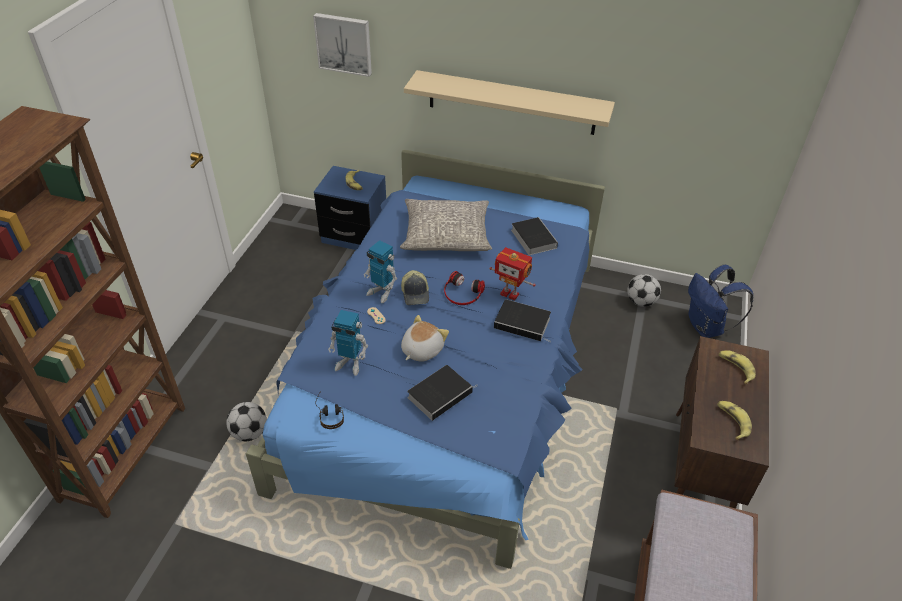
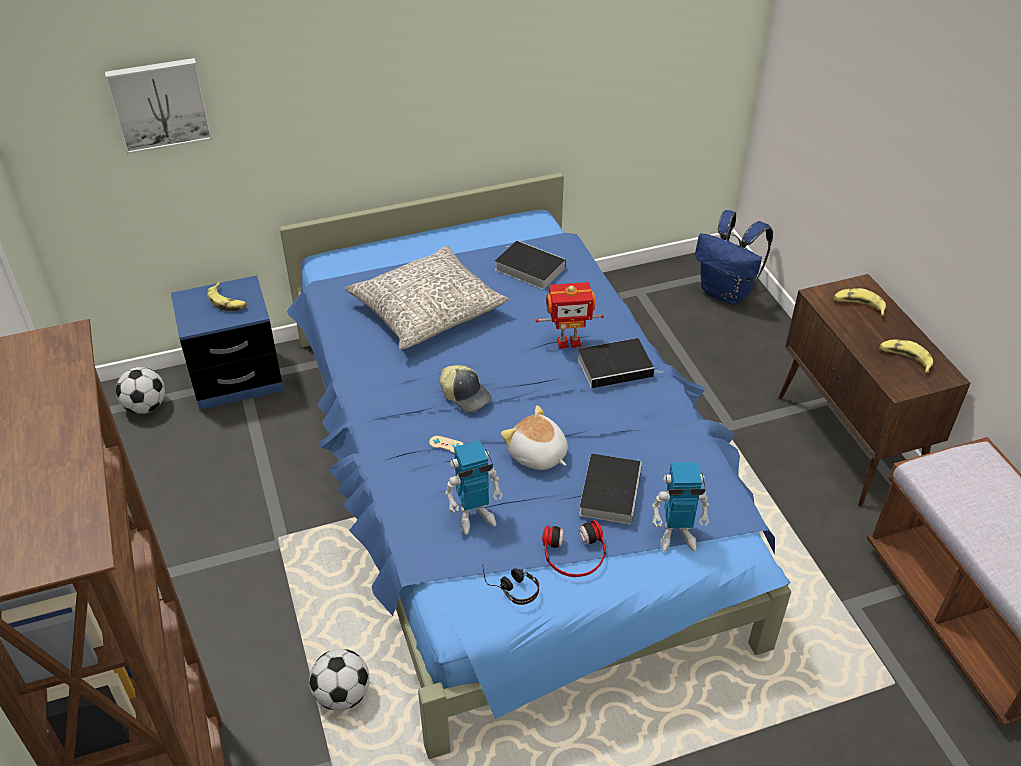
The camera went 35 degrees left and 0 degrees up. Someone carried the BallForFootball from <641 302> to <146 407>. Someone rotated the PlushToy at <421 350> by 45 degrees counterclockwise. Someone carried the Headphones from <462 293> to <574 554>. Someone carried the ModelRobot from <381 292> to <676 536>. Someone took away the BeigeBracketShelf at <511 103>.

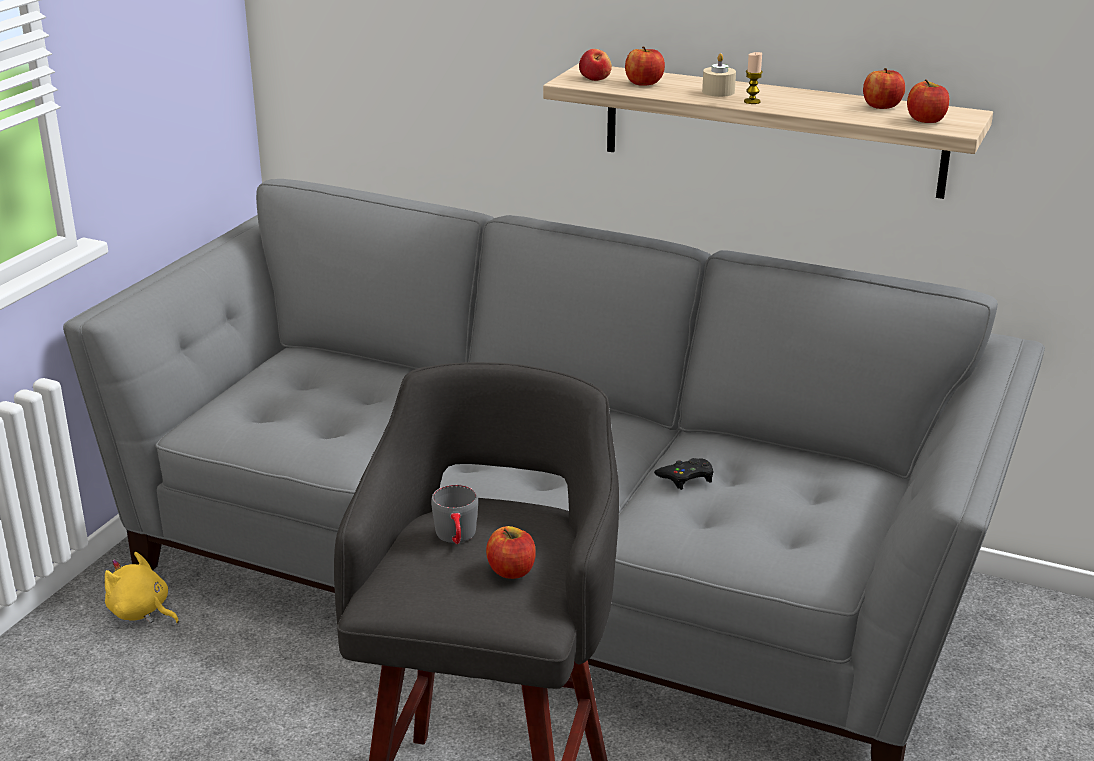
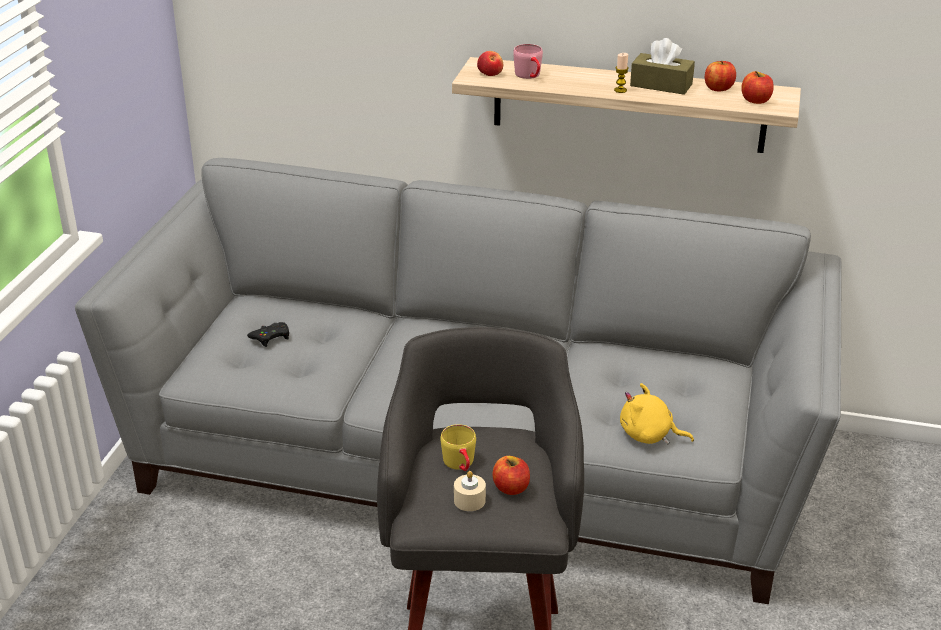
The camera went 10 degrees left and 5 degrees up. Someone carried the BlackishGamepad from <686 478> to <271 337>. Someone repainted the GreyMug at <457 538>, which became the YellowMug at <461 465>. Someone carried the BeigeWaxLight from <718 92> to <469 500>. Someone swapped the Apple at <644 83> for the PinkMug at <530 76>. Someone carried the YellowPlushToy from <141 612> to <649 435>. Someone put down the BrownTissueHolder at <661 85>.

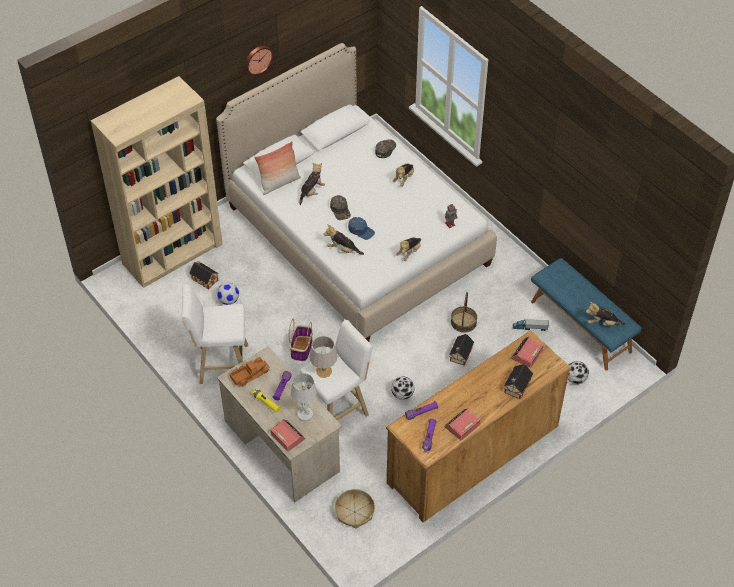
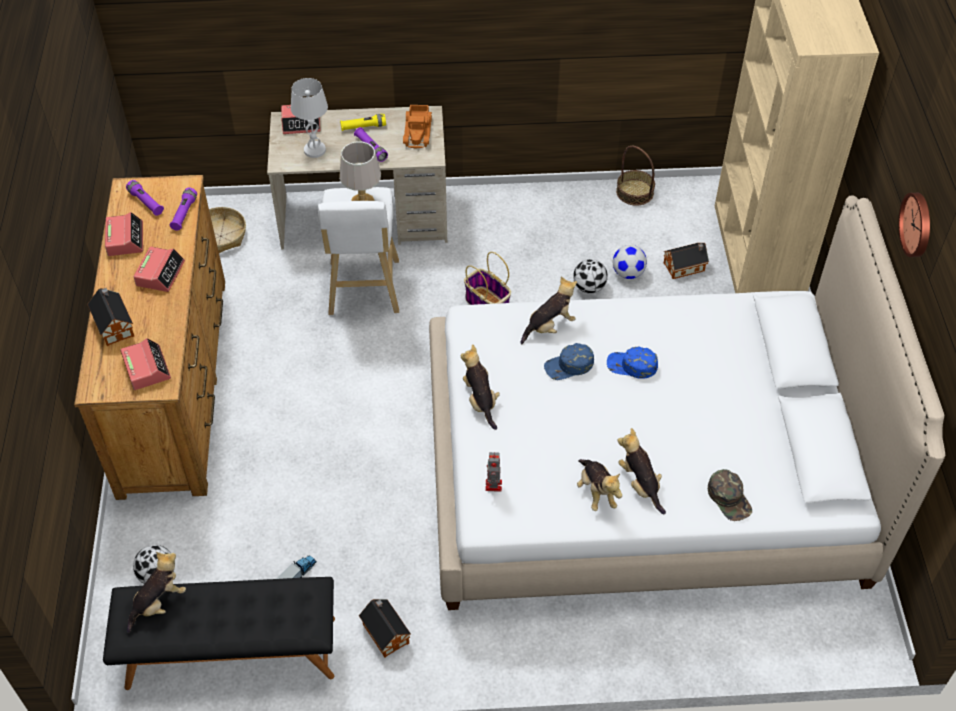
The camera went 125 degrees right and 0 degrees up. Someone repainted the BluishBench at <581 326>, which became the BlackishBench at <231 653>. Someone put down the BedsideClock at <160 273>. Someone carried the MiniatureHouse from <460 355> to <385 632>. Someone carried the BallForFootball from <402 394> to <589 287>. Someone carried the PlushToy from <311 192> to <596 492>. Someone repainted the GreenColouredBaseballCap at <340 210>, which became the BluishBaseballCap at <631 366>. Someone carried the HouseholdBasket from <463 322> to <635 192>. Someone took away the WhiteSittingStool at <220 364>. Someone took away the ThrowPillow at <279 183>.

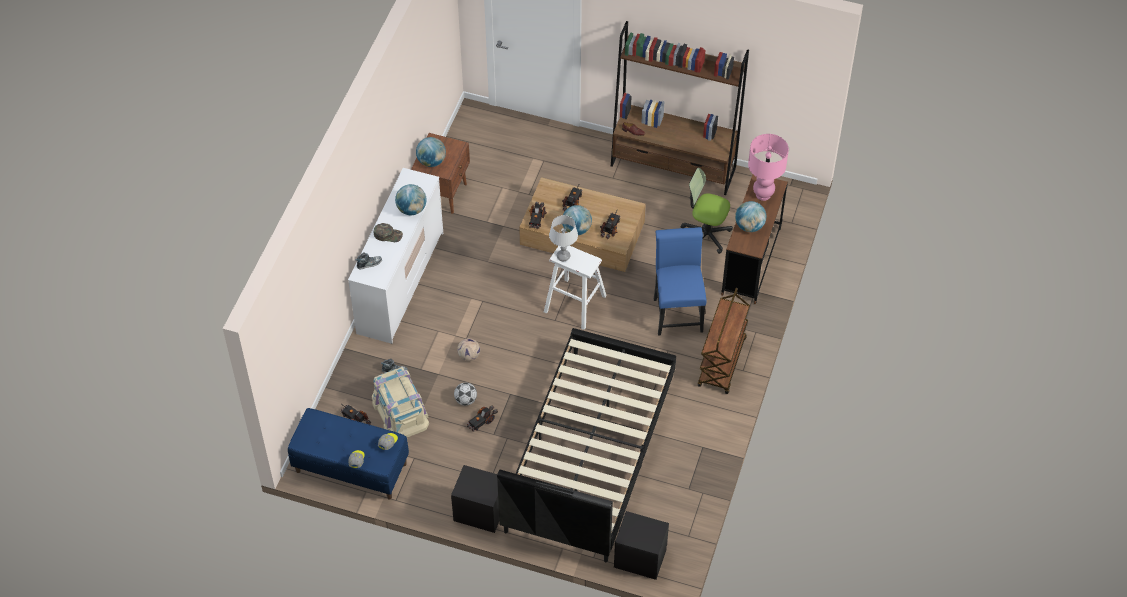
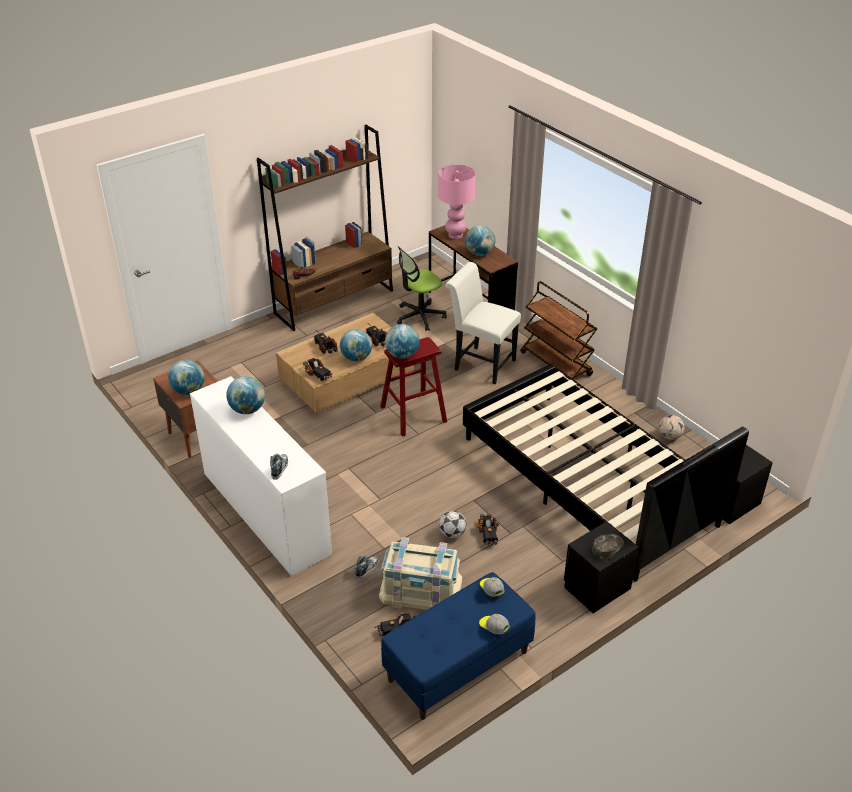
The camera went 55 degrees left and 15 degrees down. Someone repainted the WhiteSittingStool at <575 304>, which became the RedSittingStool at <413 414>. Someone swapped the GreyLampForATable at <563 256> for the Globe at <402 355>. Someone repainted the BluishChair at <677 311>, which became the WhiteChair at <480 363>. Someone carried the GreenColouredBaseballCap from <388 235> to <607 547>. Someone carried the BallForFootball from <469 356> to <670 436>.

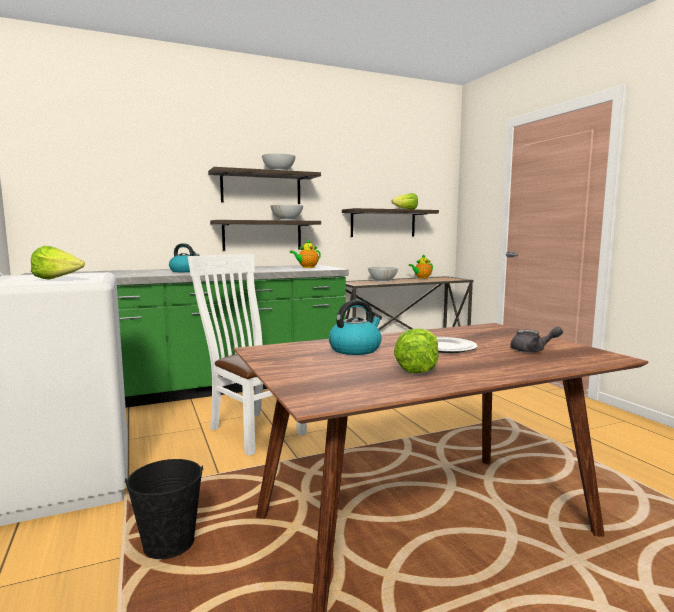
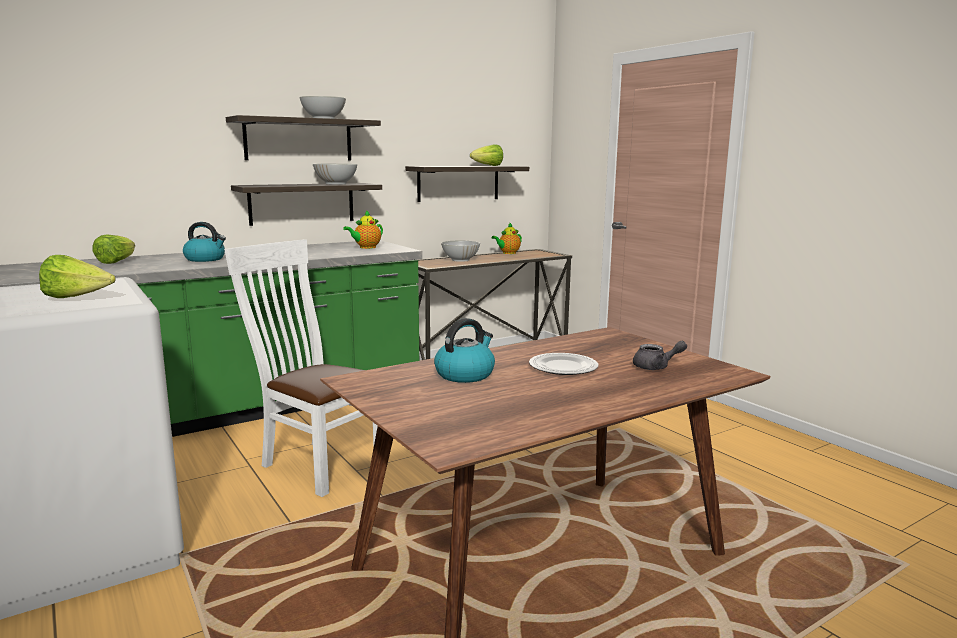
The camera went 10 degrees left and 5 degrees up. Someone carried the HeadOfLettuce from <418 368> to <116 262>. Someone took away the BlackishWaterBucket at <169 544>.

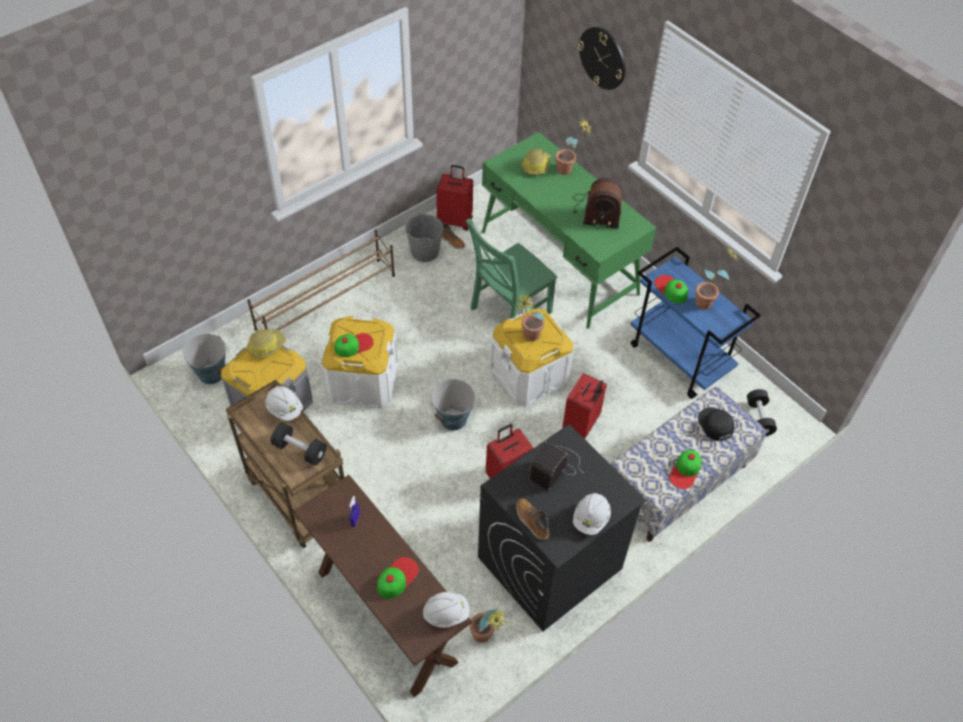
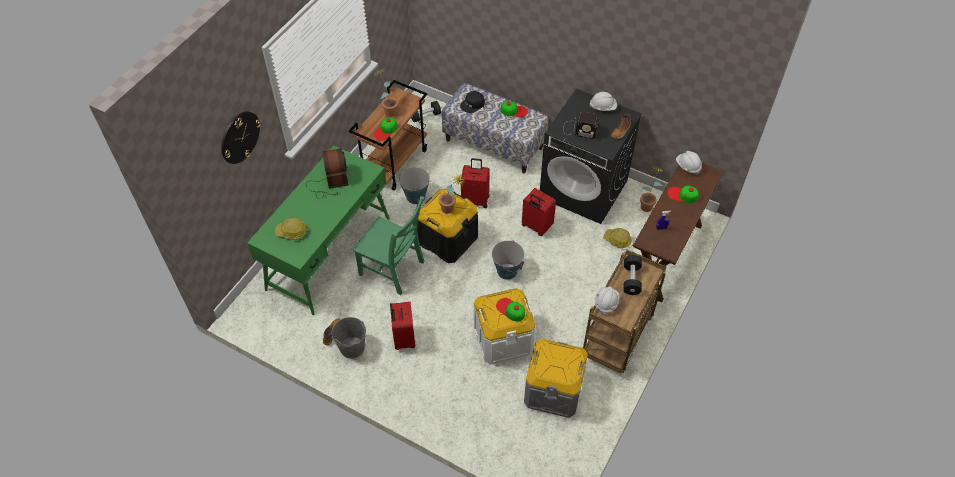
The camera went 110 degrees left and 0 degrees up. Someone repainted the BluishTrolley at <680 358>, which became the BrownTrolley at <394 162>. Someone carried the RedTravelCase from <455 220> to <403 338>. Someone carried the WaterBucket from <212 373> to <415 196>. Someone repainted the WhiteStorageBox at <529 375>, which became the BlackishStorageBox at <447 239>. Someone carried the SafetyHelmet from <266 346> to <617 240>. Someone took away the BrownShoeShelf at <327 301>. Someone took away the PottedPlant at <568 170>.

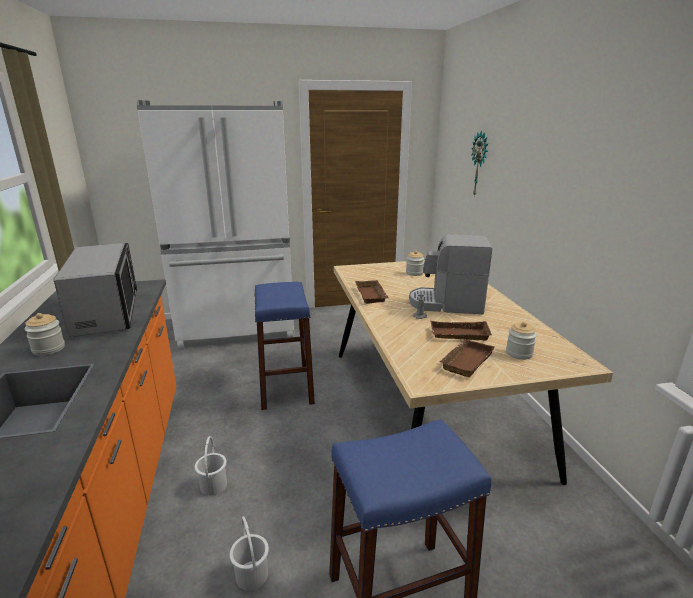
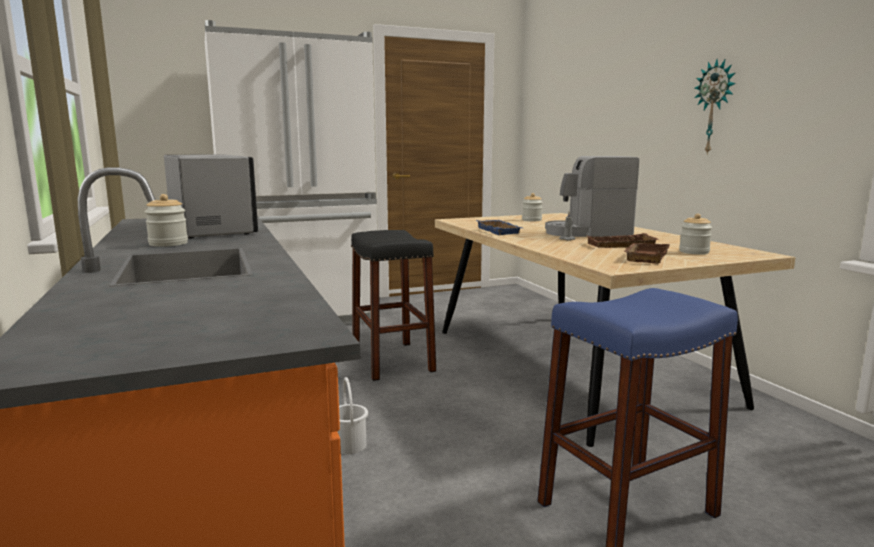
The camera went 10 degrees left and 10 degrees down. Someone repainted the BluishSittingStool at <285 387>, which became the BlackishSittingStool at <392 360>. Someone repainted the BrownCarryingTray at <372 295>, which became the BluishCarryingTray at <500 231>. Someone carried the WallClock from <480 164> to <715 107>. Someone took away the WhiteWaterBucket at <251 575>.

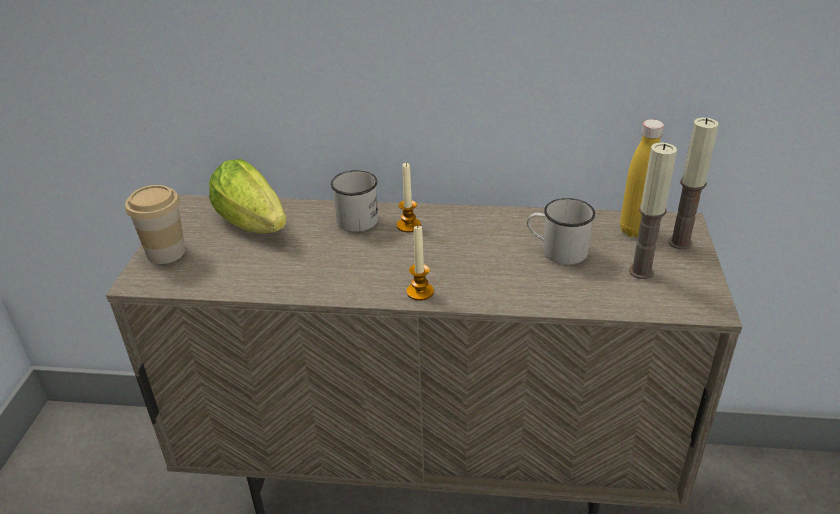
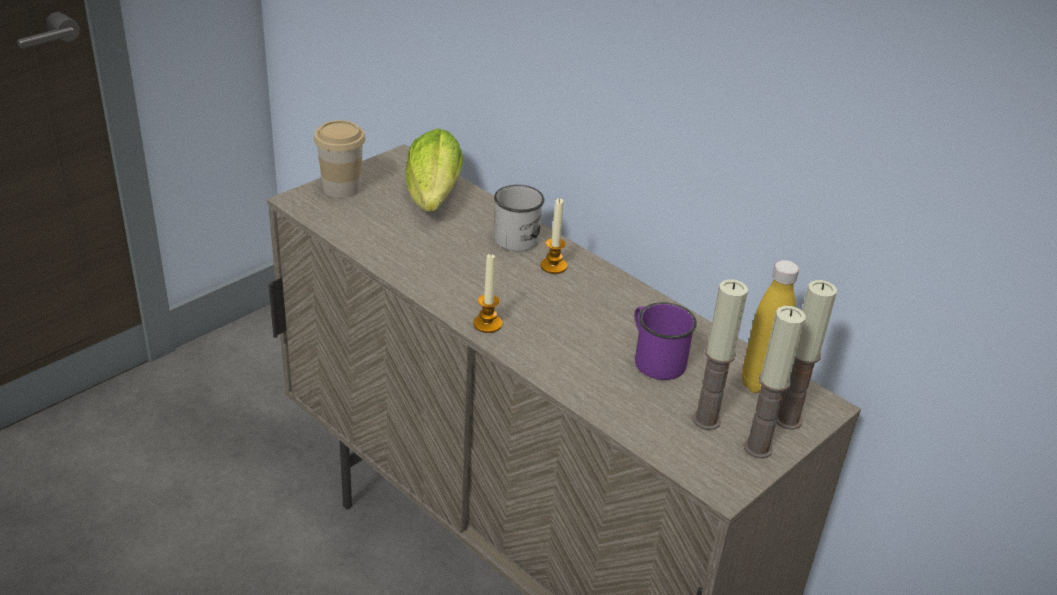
The camera went 35 degrees right and 0 degrees up. Someone repainted the WhiteMug at <557 250>, which became the PurpleMug at <654 359>. Someone put down the WaxLight at <758 448>.

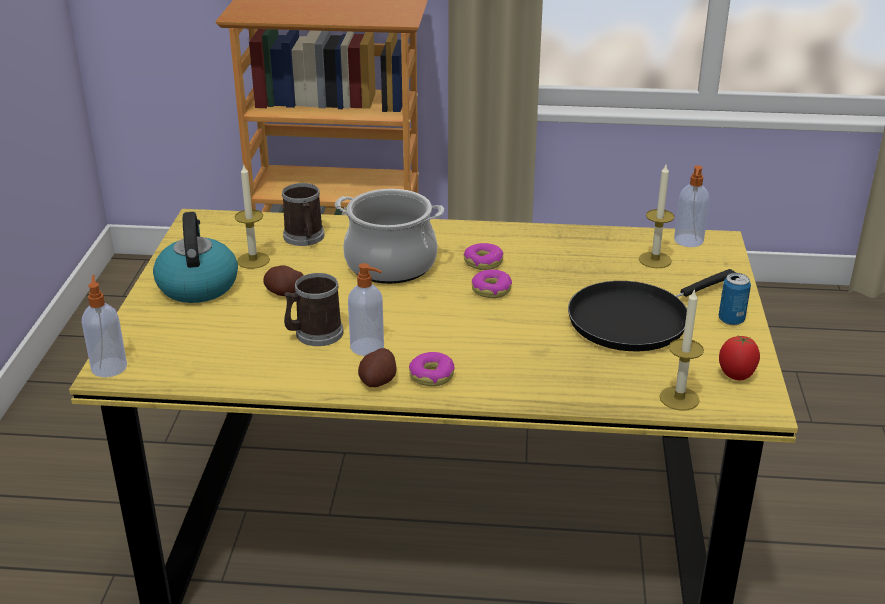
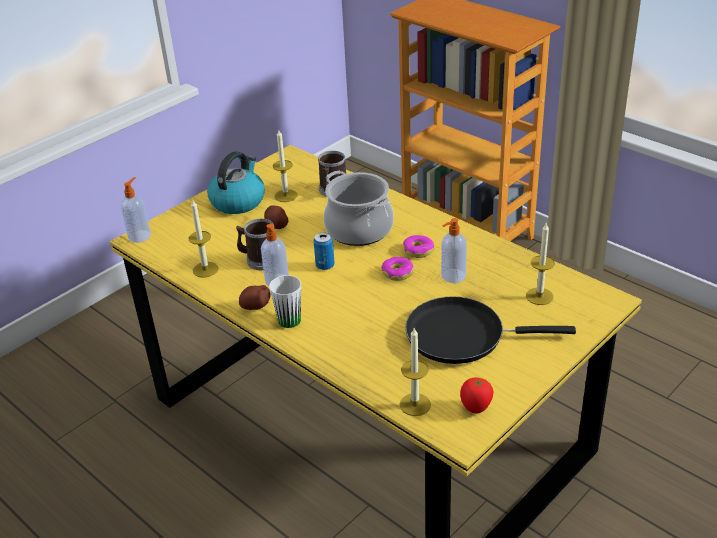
The camera went 40 degrees right and 5 degrees up. Someone put down the WaxLight at <205 269>. Someone swapped the Doughnut at <431 375> for the WhiteMug at <288 316>. Someone carried the MetalCan from <731 320> to <325 265>. Someone carried the SoapDispenser from <688 241> to <452 276>.

